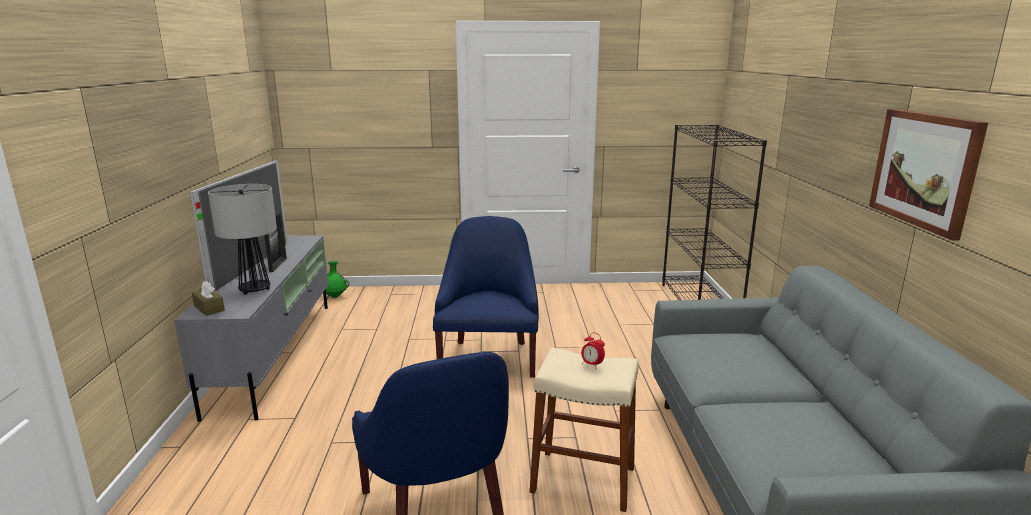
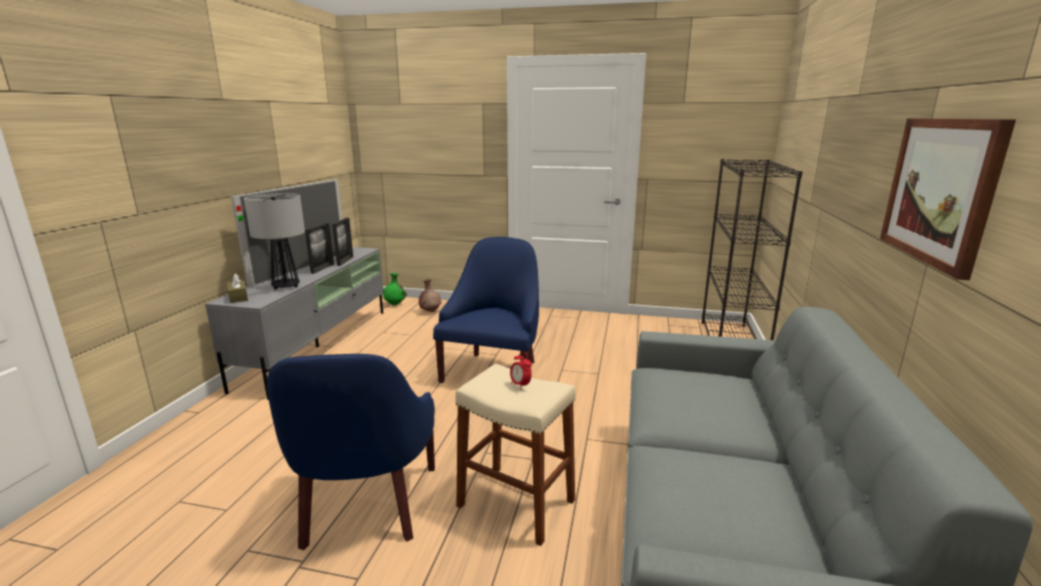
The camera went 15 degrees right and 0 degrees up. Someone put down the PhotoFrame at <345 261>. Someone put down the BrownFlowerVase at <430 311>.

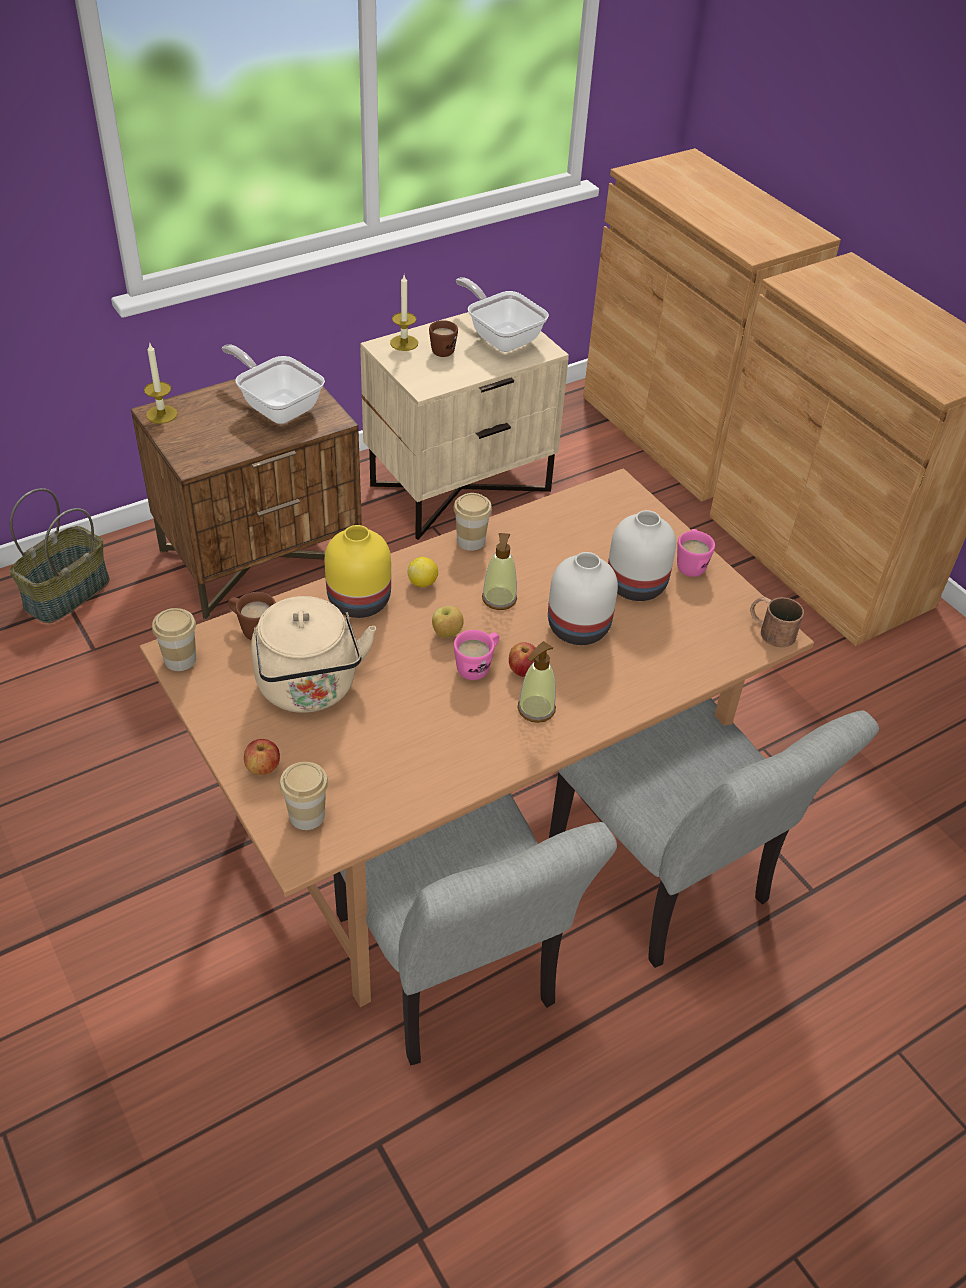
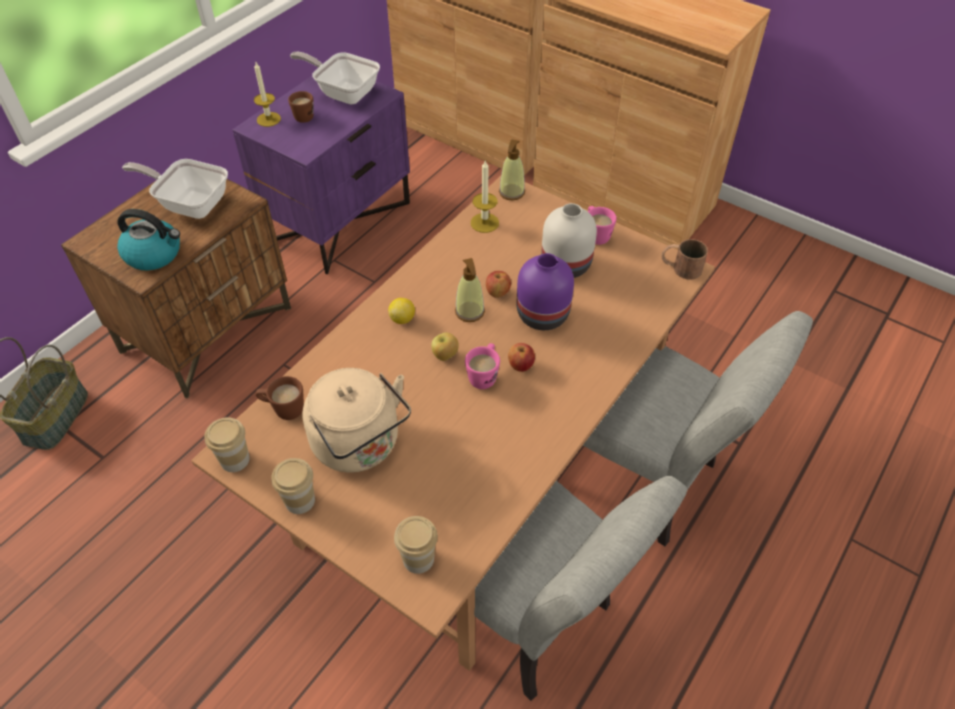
The camera went 20 degrees left and 5 degrees up. Someone put down the Kettle at <154 254>. Someone repainted the BeigeNightTable at <460 486>, which became the PurpleNightTable at <339 221>. Someone carried the SmallCup from <471 541> to <300 501>. Someone carried the WaxLight from <161 414> to <484 223>. Someone carried the Apple from <263 768> to <497 292>. Someone carried the SoapDispenser from <536 709> to <511 192>. Someone repainted the WhiteFlowerVase at <576 627>, which became the PurpleFlowerVase at <541 314>. Someone took away the YellowFlowerVase at <361 601>.

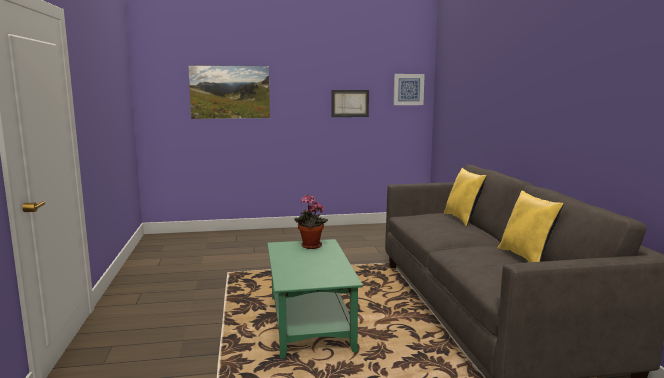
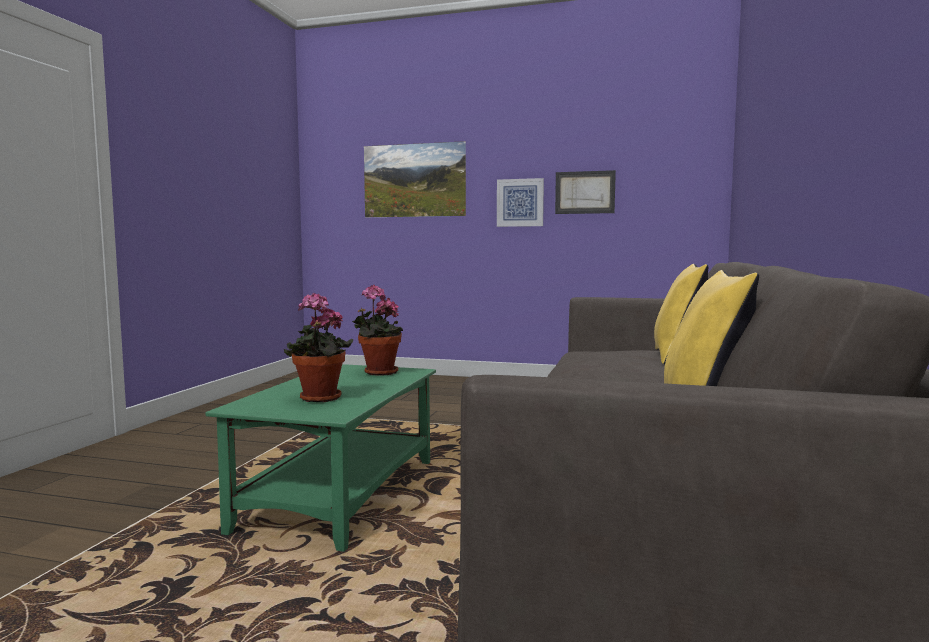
The camera went 25 degrees right and 5 degrees down. Someone put down the PottedPlant at <319 399>. Someone carried the Picture from <408 89> to <520 202>.

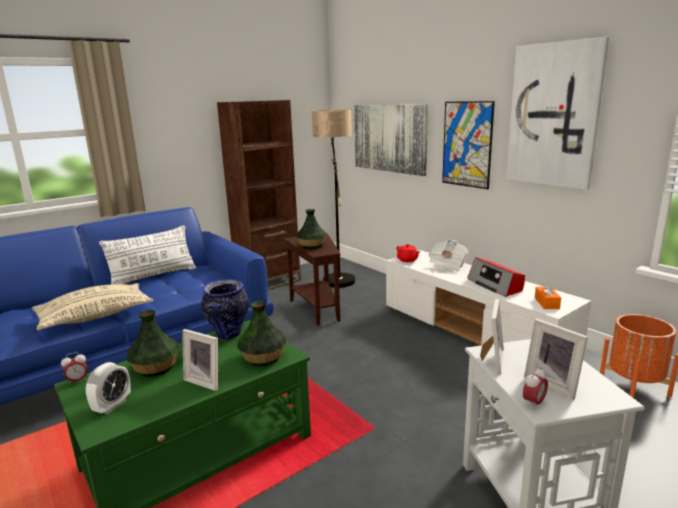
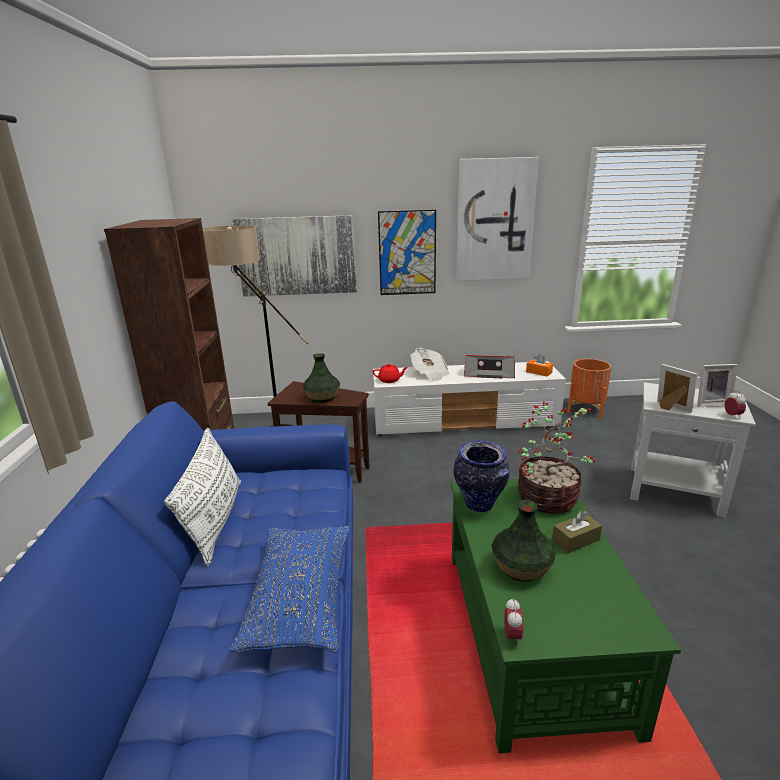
The camera went 55 degrees left and 5 degrees up. Someone repainted the BeigeThrowPillow at <95 316>, which became the BluishThrowPillow at <300 597>. Someone swapped the FlowerVase at <262 357> for the PottedPlant at <549 498>. Someone swapped the PhotoFrame at <206 381> for the BrownTissueHolder at <575 540>. Someone took away the BedsideClock at <112 405>.

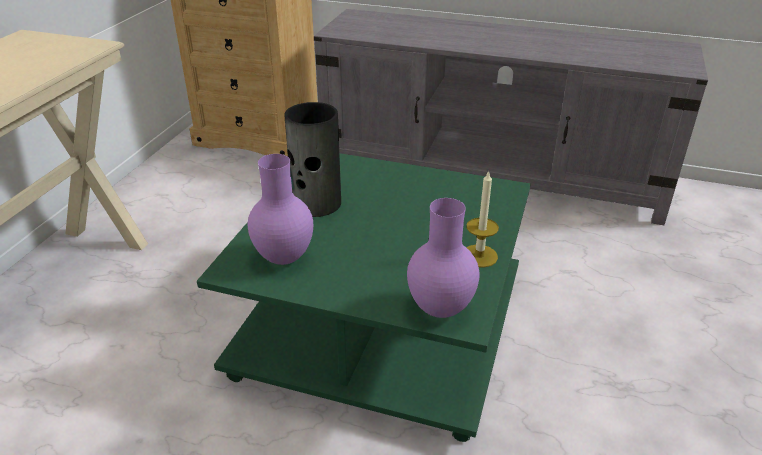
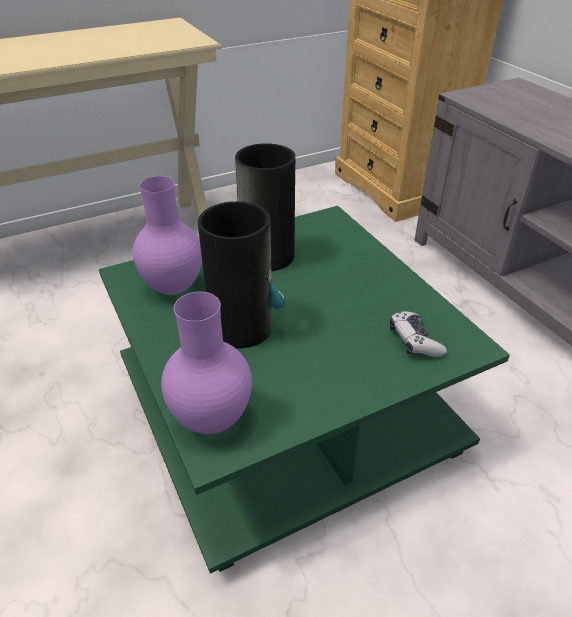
The camera went 45 degrees right and 5 degrees up. Someone put down the FlowerVase at <242 326>. Someone put down the Gamepad at <414 341>. Someone took away the WaxLight at <479 256>.

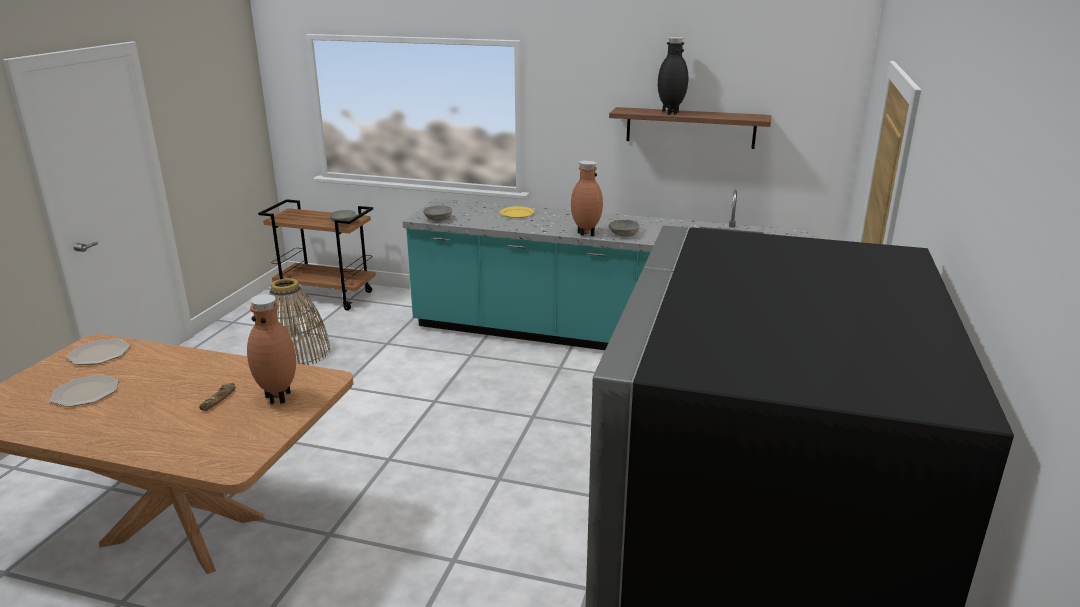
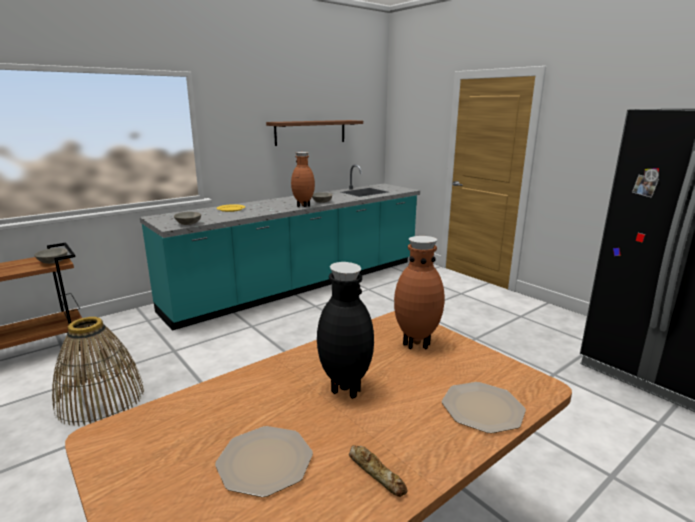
The camera went 55 degrees left and 5 degrees down. Someone carried the BlackishFlowerVase from <670 113> to <344 390>. Someone carried the BakedBread from <219 399> to <376 473>. Someone carried the FlatDish from <99 353> to <483 408>.

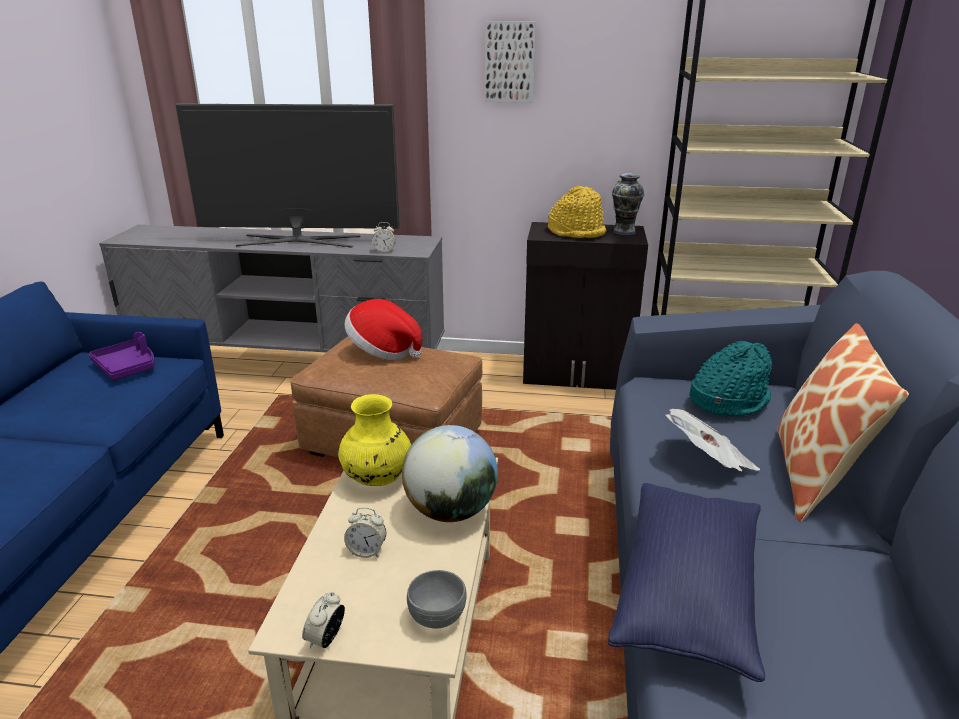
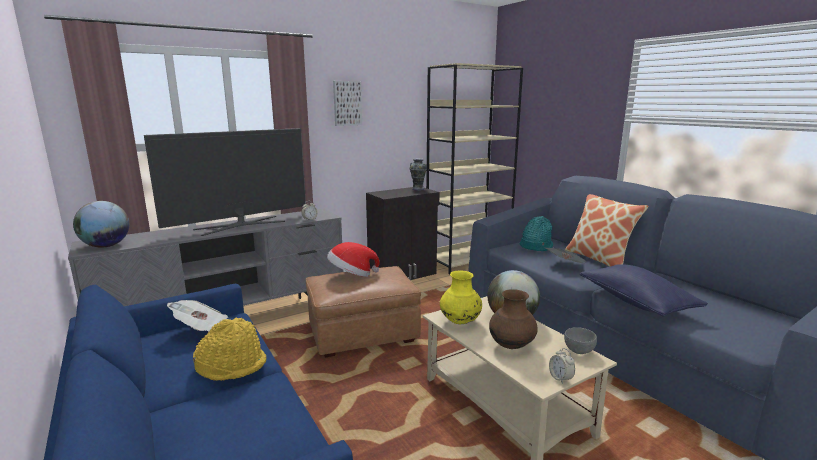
The camera went 40 degrees left and 10 degrees down. Someone put down the Globe at <106 246>. Someone swapped the PurpleCarryingTray at <127 367> for the Newspaper at <205 331>. Someone carried the YellowHat from <577 232> to <232 366>. Someone swapped the BedsideClock at <367 551> for the BrownFlowerVase at <511 345>.

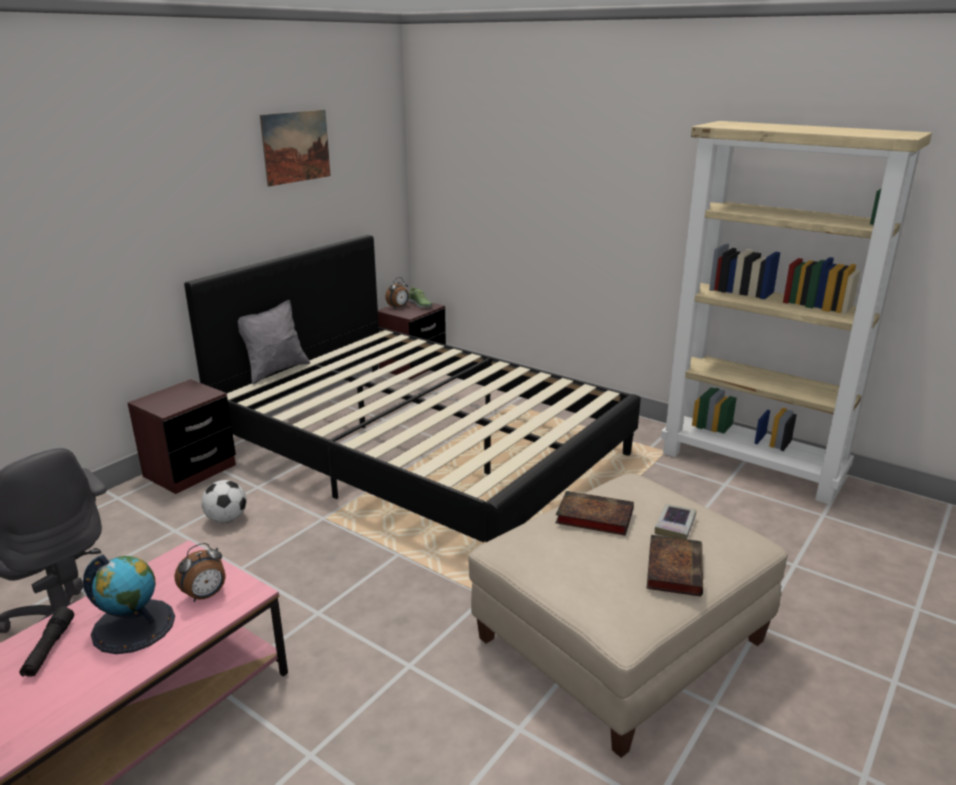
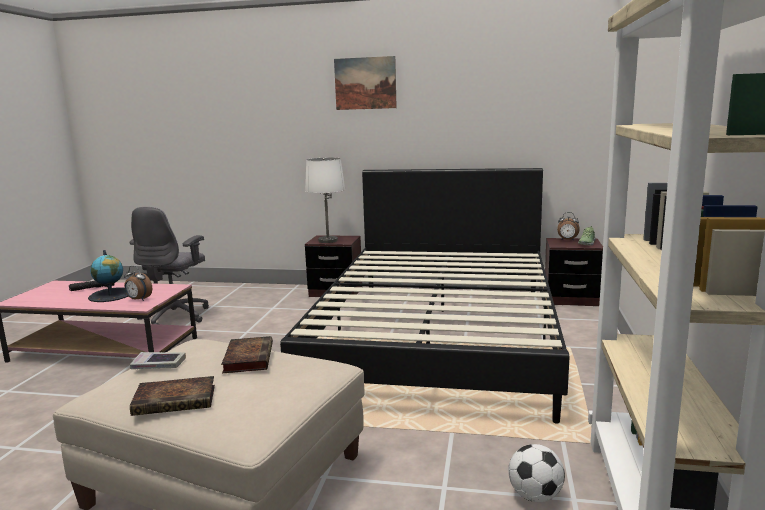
The camera went 65 degrees right and 10 degrees down. Someone carried the Volume from <675 525> to <158 365>. Someone put down the WhiteLampForATable at <328 240>. Someone carried the Picture from <296 147> to <365 83>. Someone carried the BallForFootball from <226 519> to <535 496>. Someone took away the GreyThrowPillow at <275 371>.

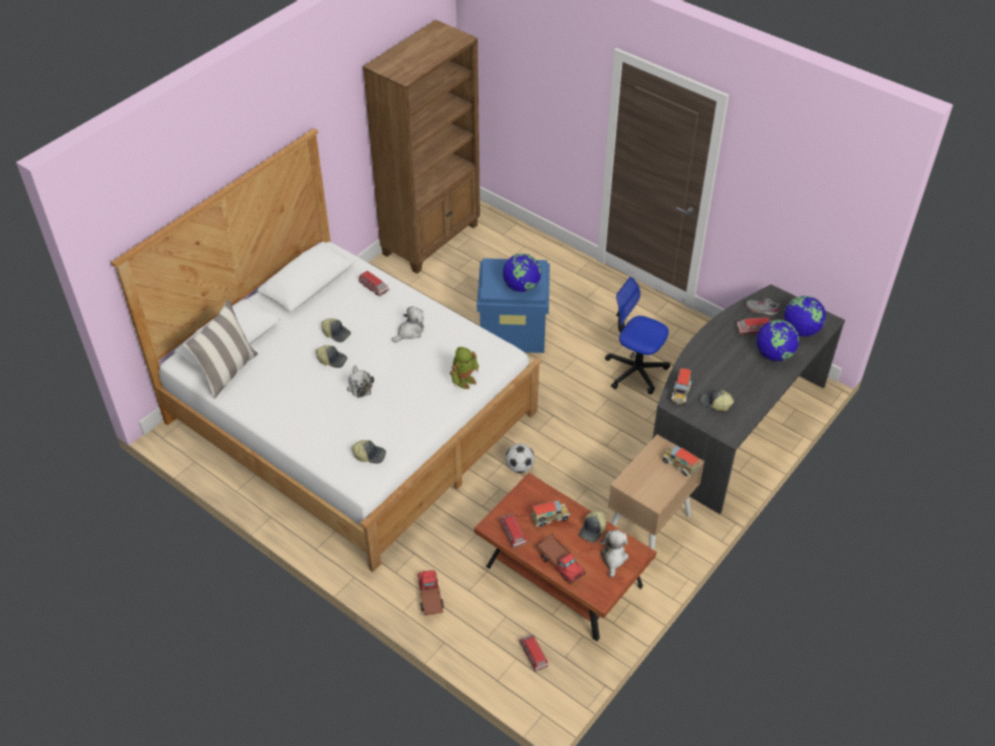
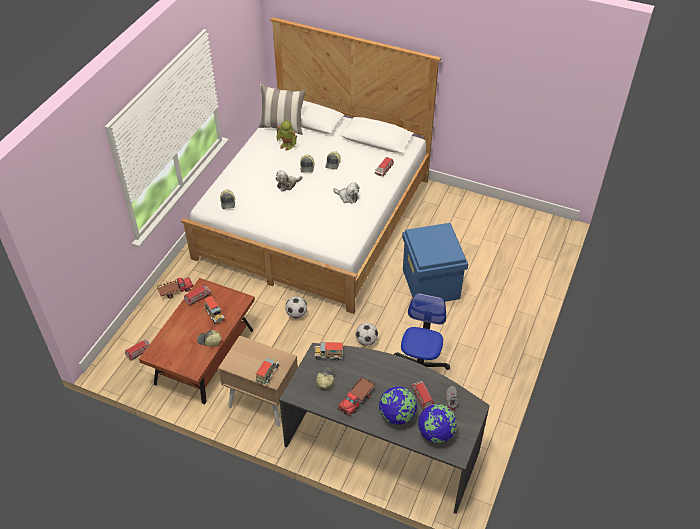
The camera went 75 degrees right and 0 degrees up. Someone carried the ModelRobot from <464 380> to <287 145>. Someone carried the ToyTruck from <559 562> to <357 399>. Someone put down the BallForFootball at <366 341>. Someone took away the BrownShelvingUnit at <432 239>. Someone took away the Globe at <521 286>. Someone took away the PlushToy at <613 557>.

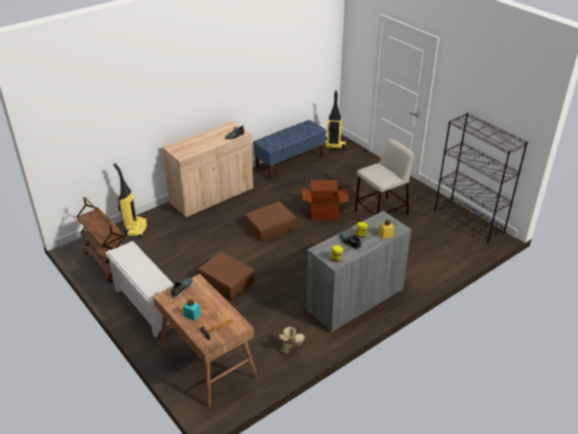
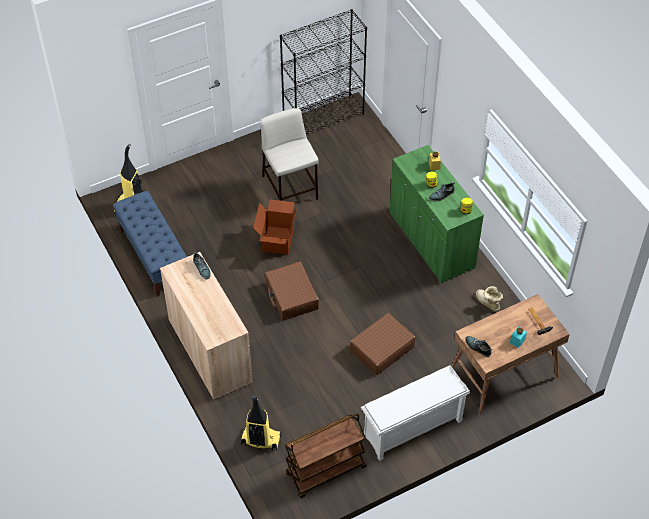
The camera went 80 degrees left and 15 degrees up. Someone repainted the GreyCupboard at <355 300>, which became the GreenColouredCupboard at <431 241>.

